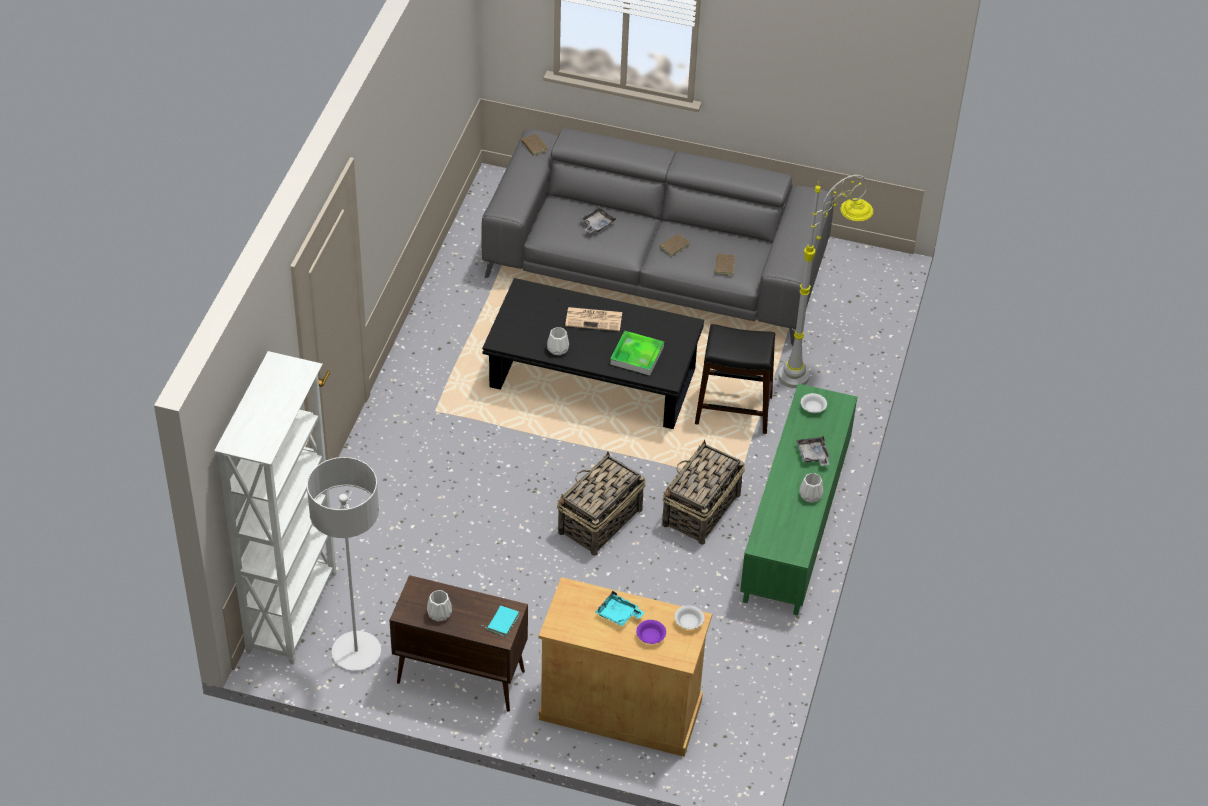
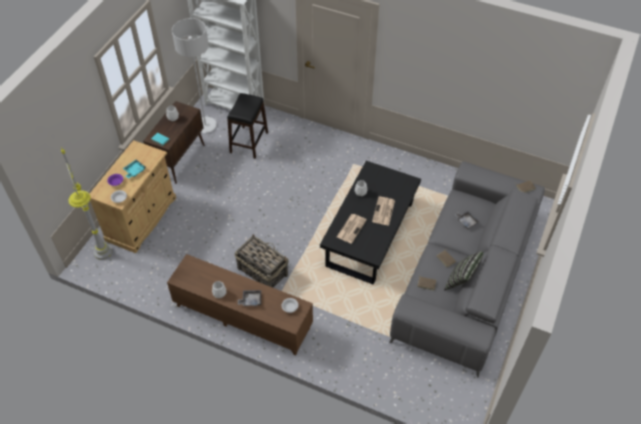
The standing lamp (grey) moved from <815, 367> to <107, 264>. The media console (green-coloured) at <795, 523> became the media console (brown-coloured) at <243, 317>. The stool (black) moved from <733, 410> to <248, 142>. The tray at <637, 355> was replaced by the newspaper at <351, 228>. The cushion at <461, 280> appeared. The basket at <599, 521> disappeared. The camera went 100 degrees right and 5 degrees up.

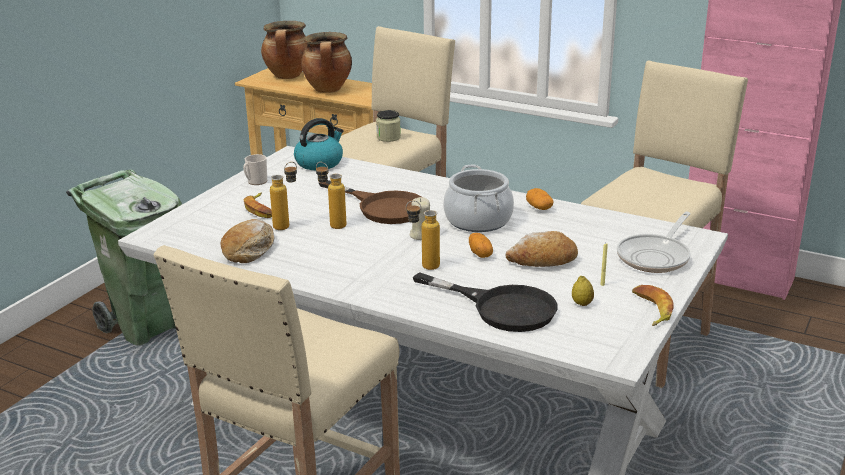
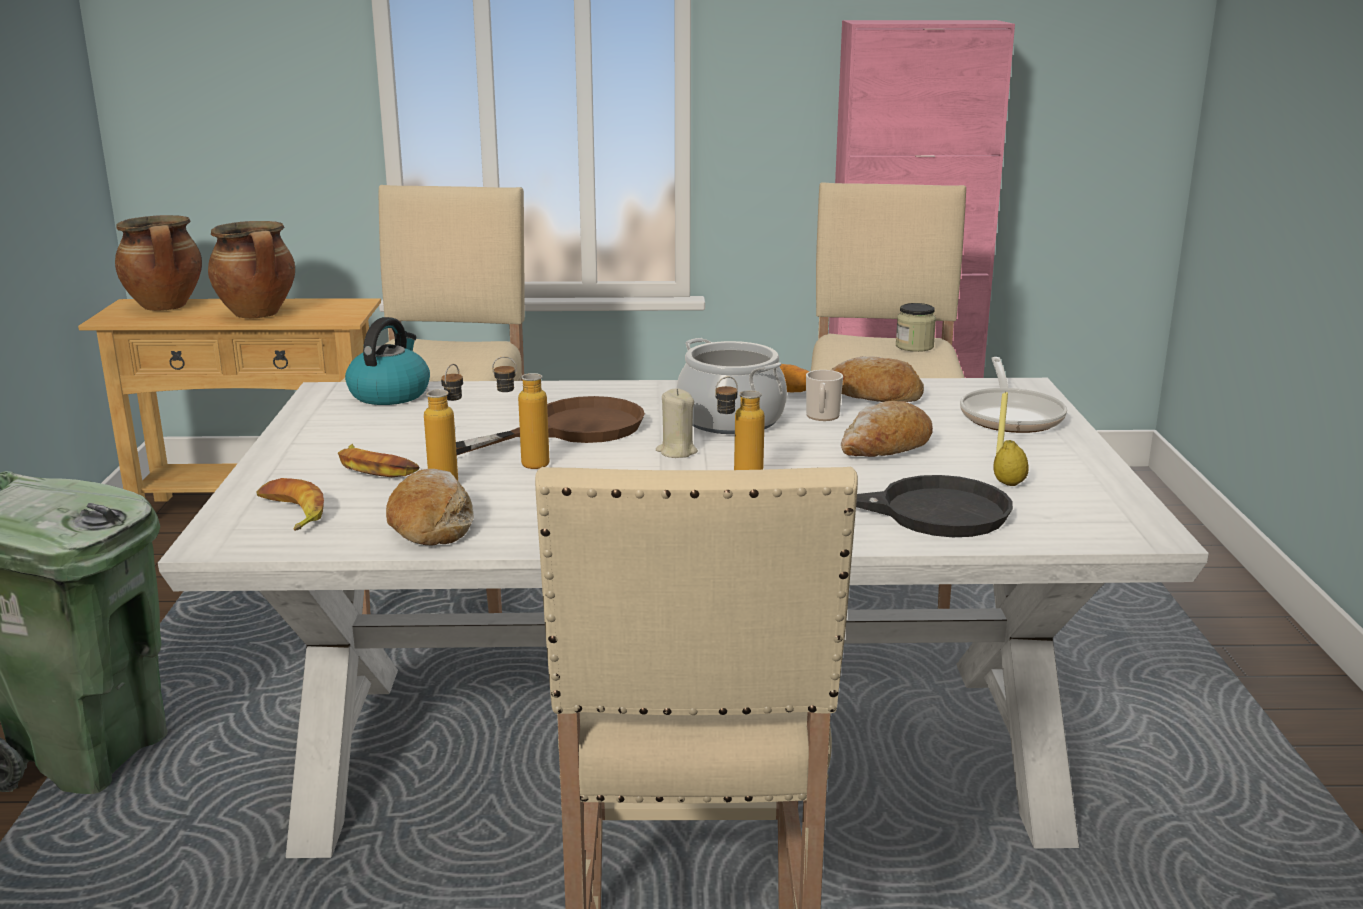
The banana fruit moved from <650, 309> to <290, 513>. The pan (brown-coloured) at <383, 207> turned 45 degrees counterclockwise. The coffee mug moved from <255, 182> to <822, 417>. The baked bread at <874, 396> appeared. The jar moved from <388, 137> to <914, 346>. The spud at <480, 253> disappeared. The camera went 30 degrees left and 5 degrees down.

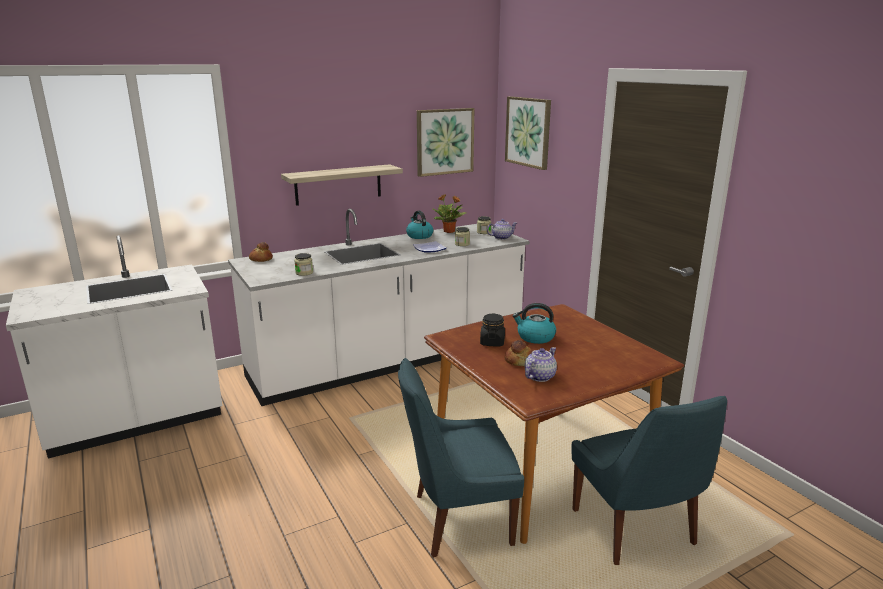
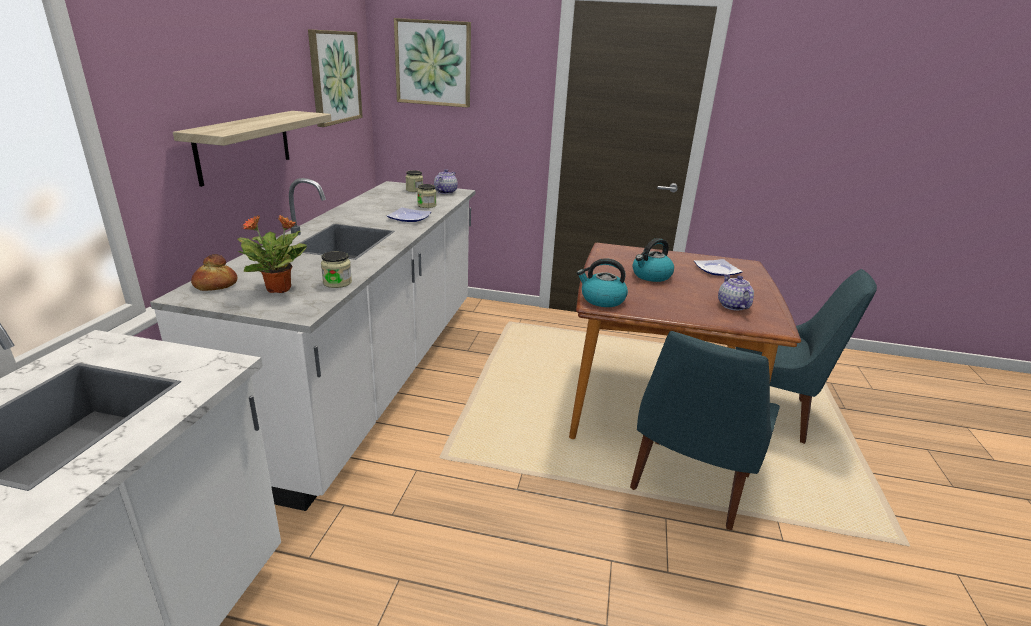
The houseplant moved from <449, 231> to <280, 289>. The water kettle moved from <419, 236> to <602, 299>. The dinner plate at <716, 270> appeared. The jar (black) at <492, 342> disappeared. The baked bread at <520, 361> disappeared. The camera went 50 degrees left and 5 degrees up.

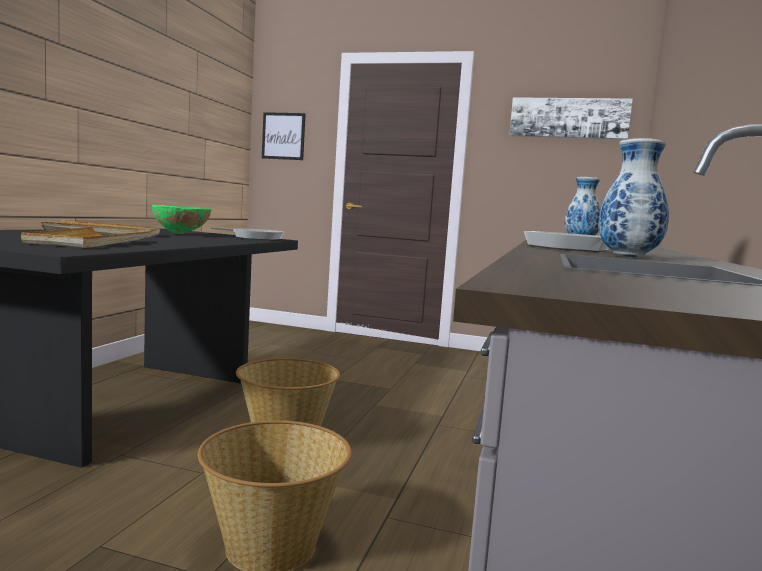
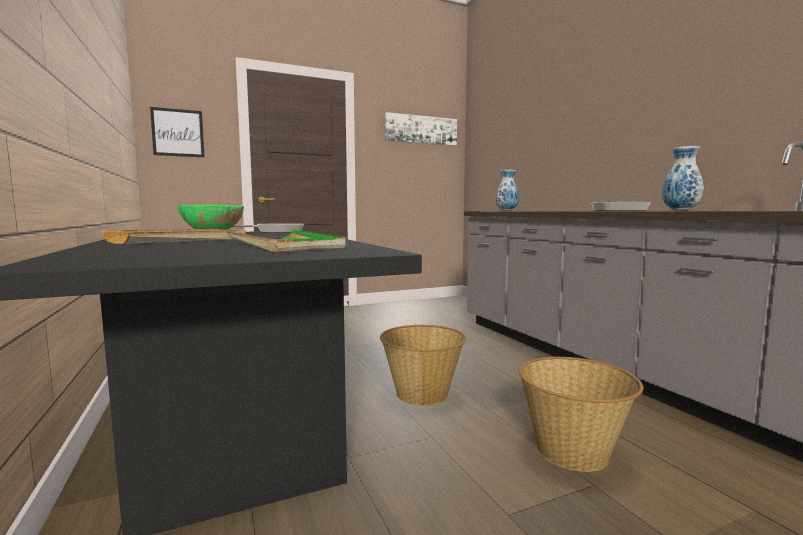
The tray (beige) at <90, 242> became the tray (green-coloured) at <284, 246>. The camera went 40 degrees left and 0 degrees up.

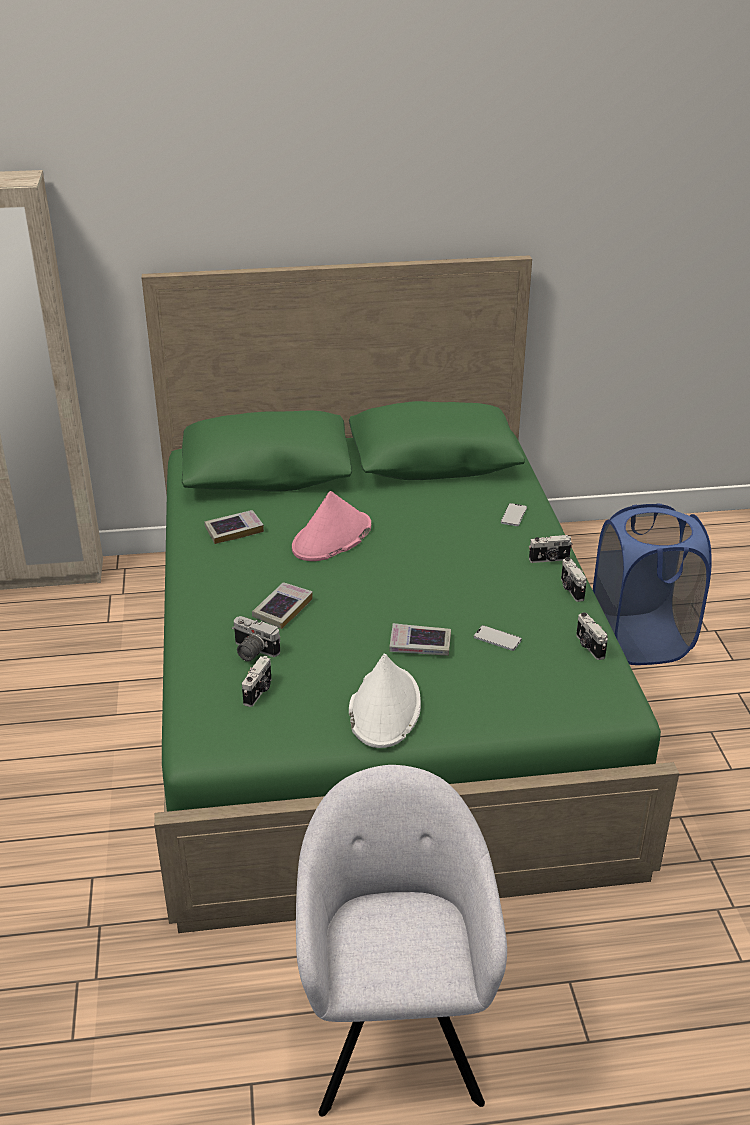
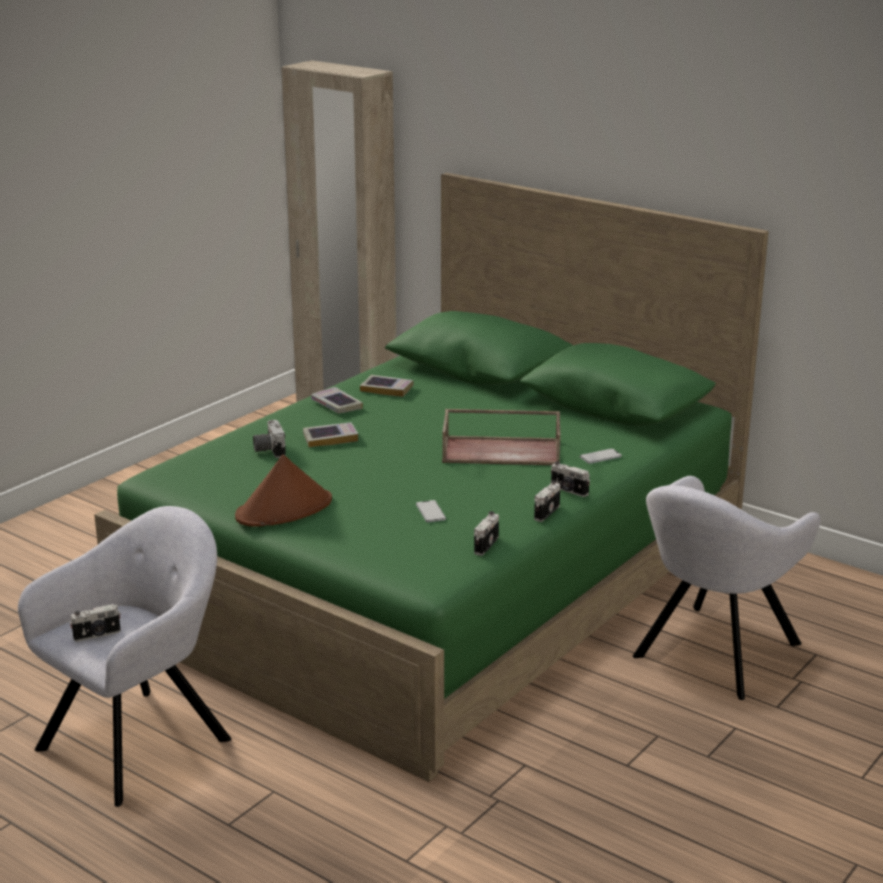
The photo camera moved from <259, 692> to <97, 635>. The wearable hat (whitish) at <384, 708> became the wearable hat (brown-coloured) at <284, 509>. The bound book moved from <420, 645> to <336, 405>. The tray (brown-coloured) at <502, 451> appeared. The laundry basket (bluish) at <640, 640> was replaced by the lounge chair (grey) at <713, 653>. The wearable hat (pink-coloured) at <331, 538> disappeared. The camera went 45 degrees right and 10 degrees down.

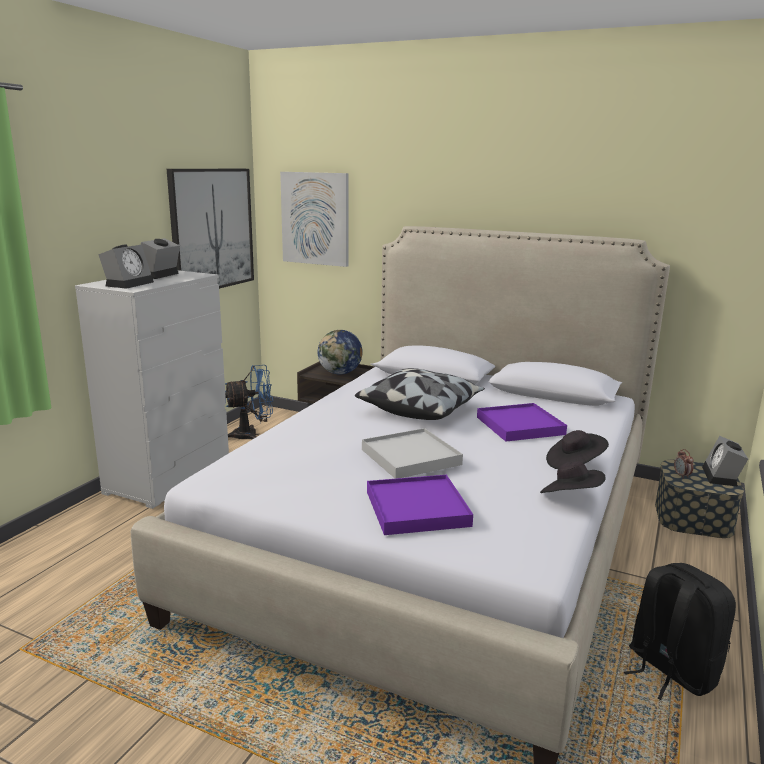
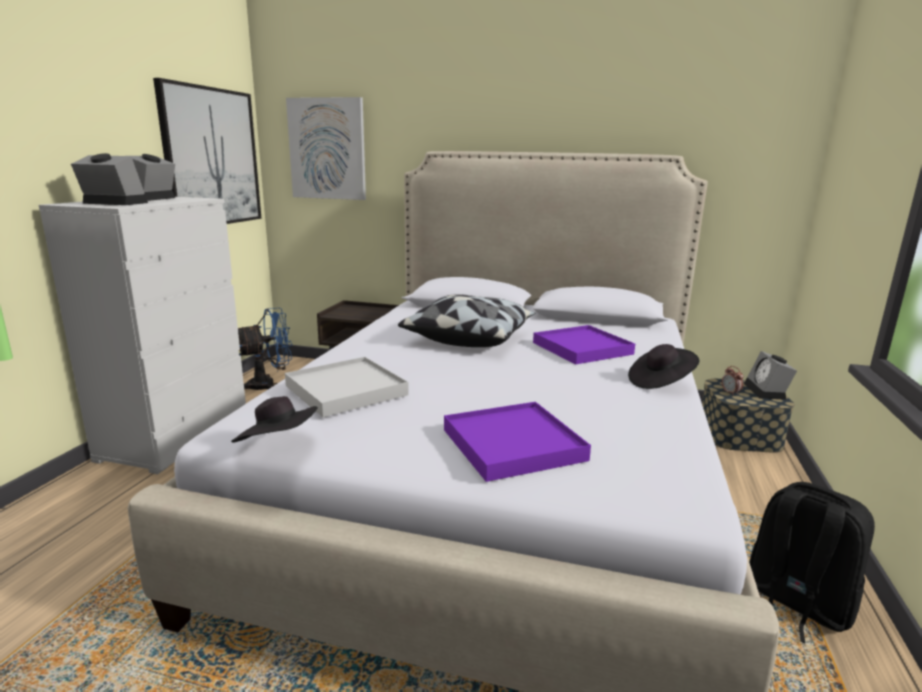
The table clock at <129, 283> turned 90 degrees counterclockwise. The wearable hat (black) moved from <570, 497> to <279, 445>. The tray (whitish) moved from <411, 457> to <346, 390>. The desk globe at <340, 373> disappeared. The camera went 10 degrees left and 0 degrees up.

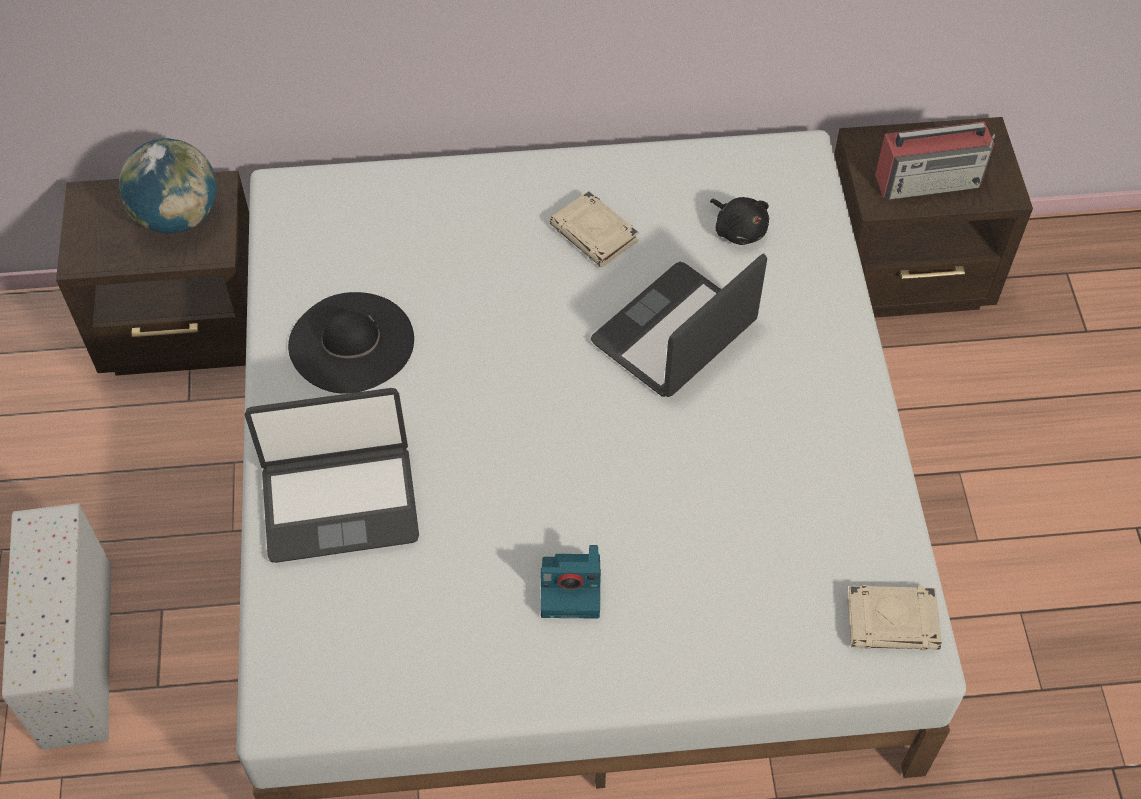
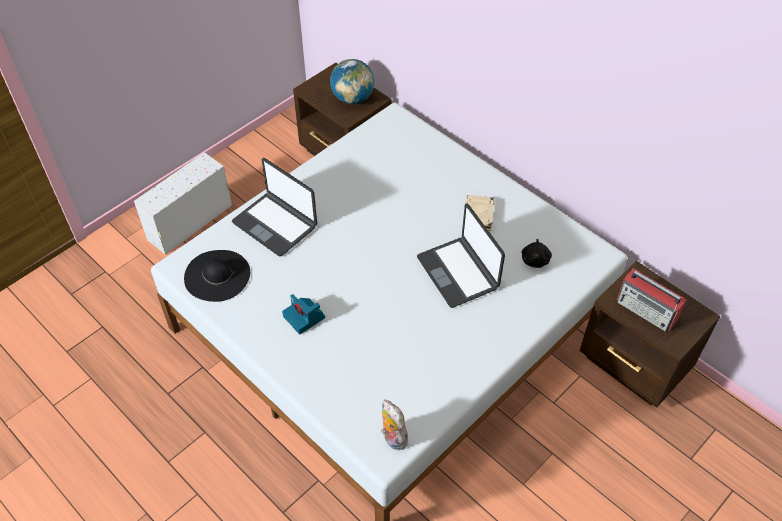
The wearable hat (black) moved from <351, 342> to <217, 275>. The bound book (beige) at <893, 621> was replaced by the plush toy at <392, 437>. The portable computer at <675, 333> turned 120 degrees counterclockwise. The camera went 50 degrees right and 5 degrees down.

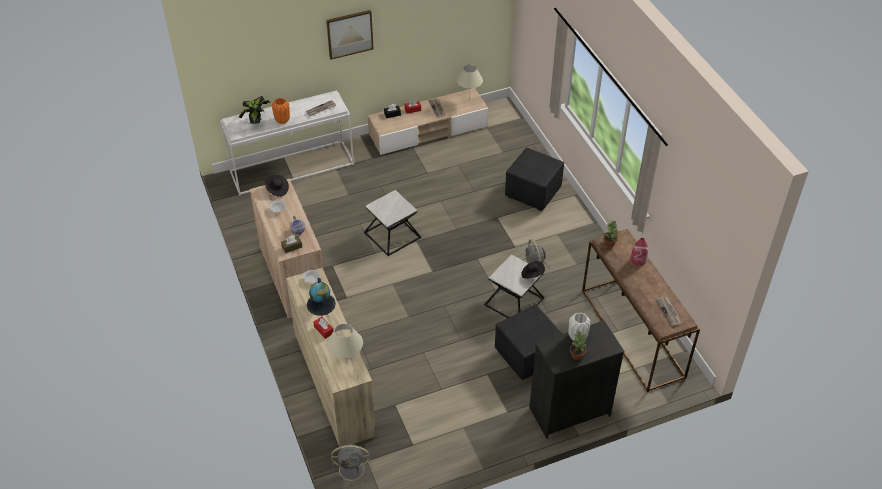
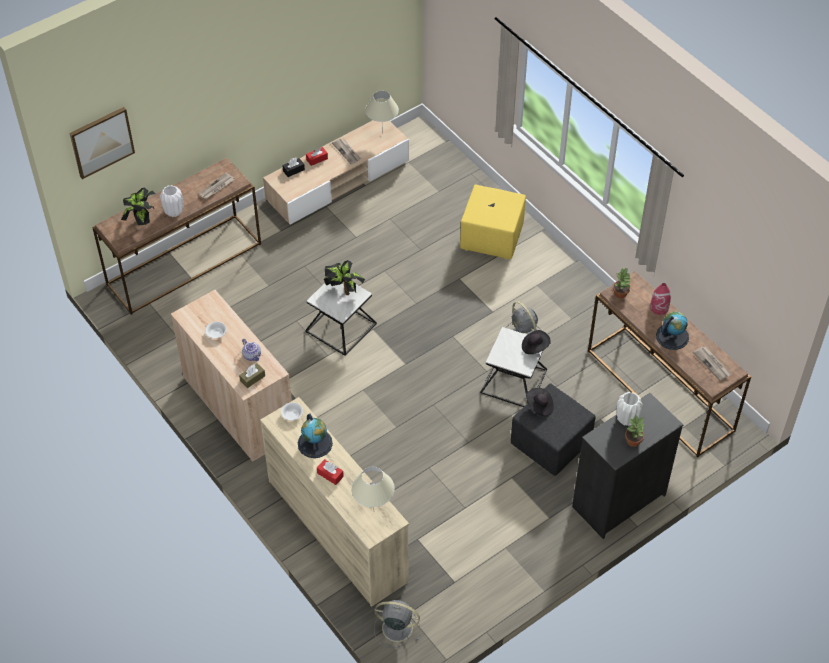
The wall picture moved from <349, 34> to <101, 142>. The narrow table (whitish) at <292, 167> became the narrow table (brown-coloured) at <185, 263>. The vase (orangey) at <282, 120> became the vase (whitish) at <174, 212>. The houseplant at <344, 290> appeared. The electric fan (grey) at <353, 469> turned 150 degrees counterclockwise. The ottoman (black) at <533, 193> became the ottoman (yellow-coloured) at <492, 238>. The wearable hat (black) moved from <277, 190> to <539, 406>. The desk globe at <672, 336> appeared. The camera went 15 degrees left and 5 degrees up.

